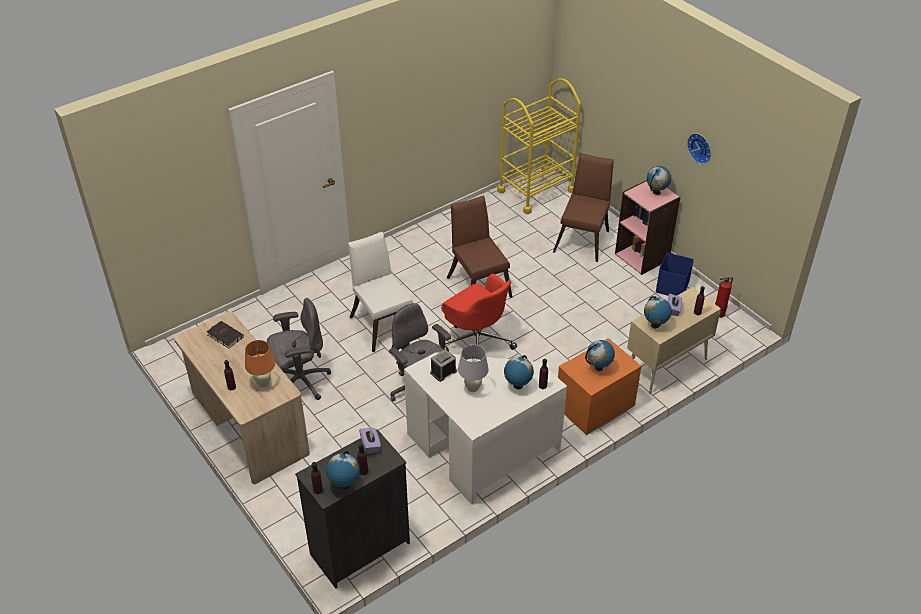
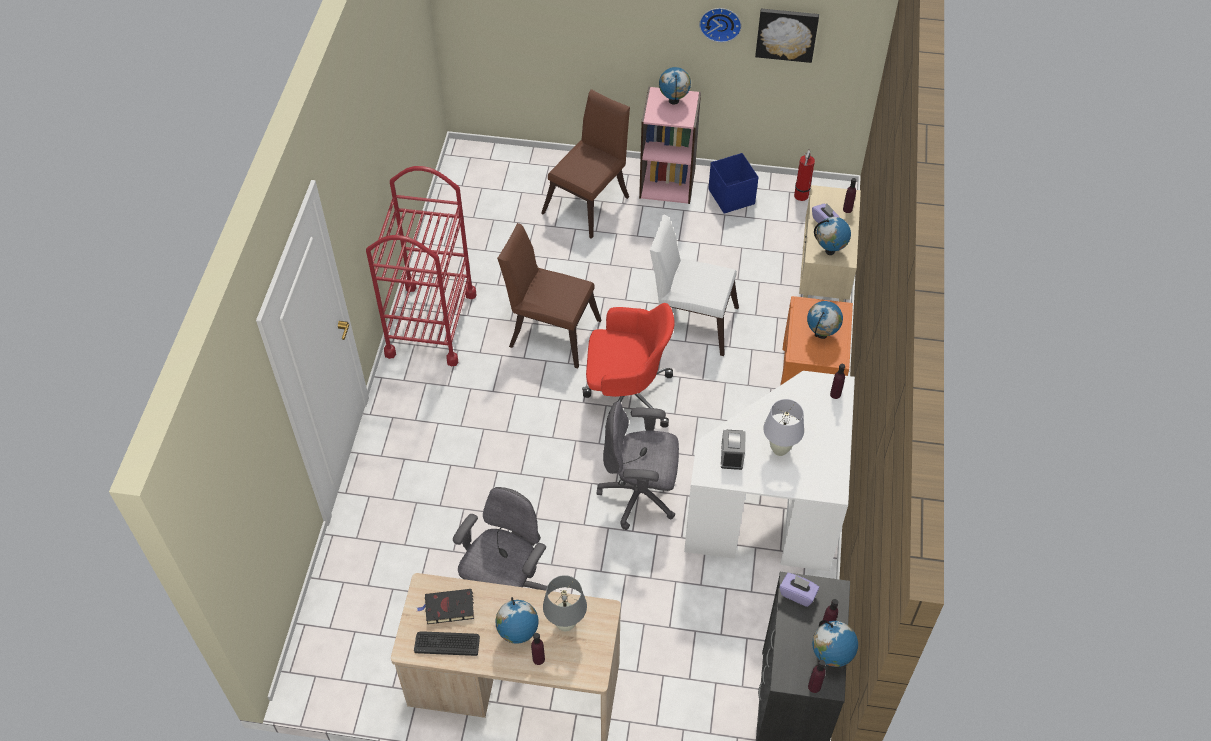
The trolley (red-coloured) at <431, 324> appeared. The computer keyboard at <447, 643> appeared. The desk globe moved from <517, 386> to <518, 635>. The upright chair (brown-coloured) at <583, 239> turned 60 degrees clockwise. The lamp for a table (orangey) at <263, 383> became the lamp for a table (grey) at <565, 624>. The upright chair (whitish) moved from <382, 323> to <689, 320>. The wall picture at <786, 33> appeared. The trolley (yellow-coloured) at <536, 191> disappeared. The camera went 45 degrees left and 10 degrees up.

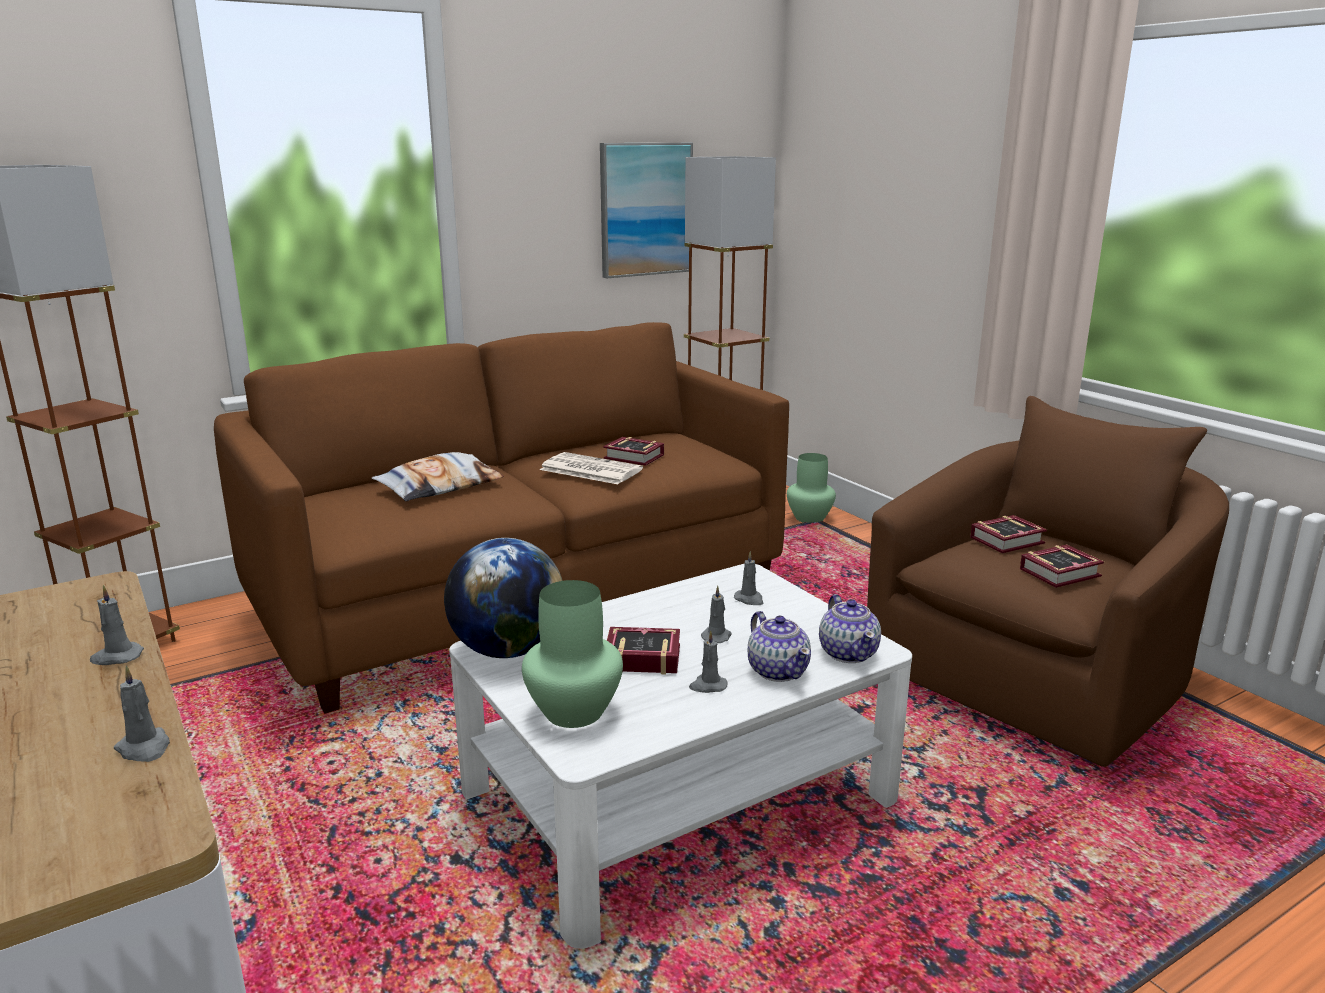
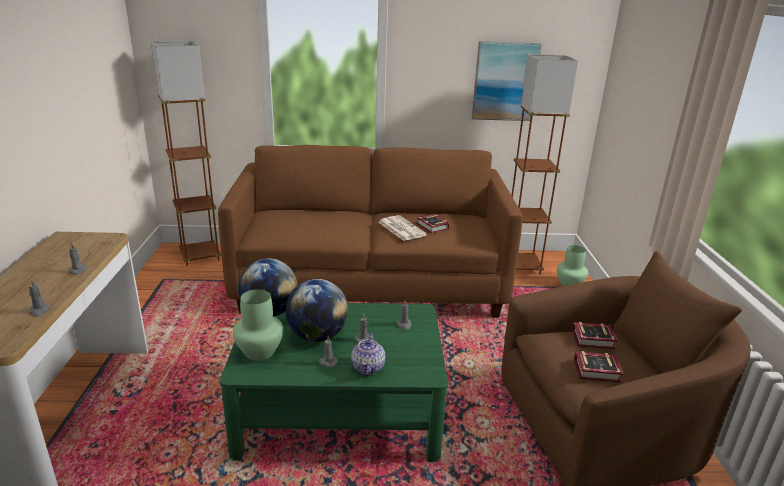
The coffee table (whitish) at <678, 794> became the coffee table (green-coloured) at <339, 410>. The bound book at <639, 657> was replaced by the desk globe at <317, 336>. The cushion at <440, 486> disappeared. The pot for tea at <848, 653> disappeared. The camera went 30 degrees right and 5 degrees up.

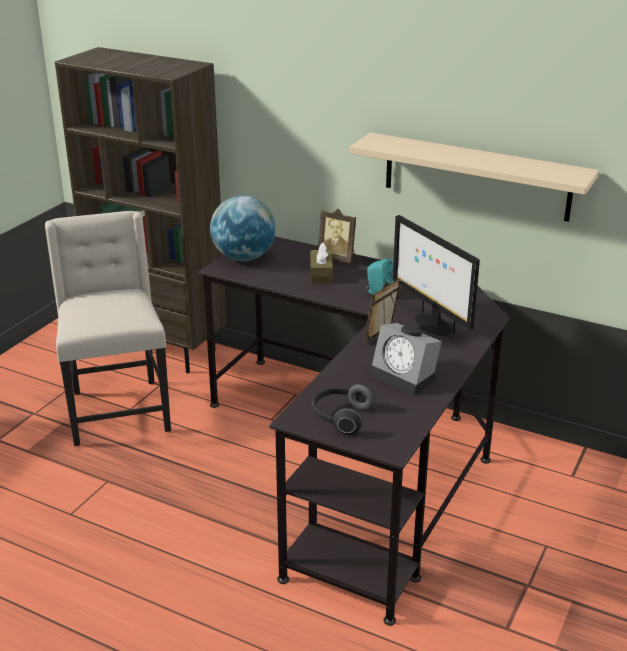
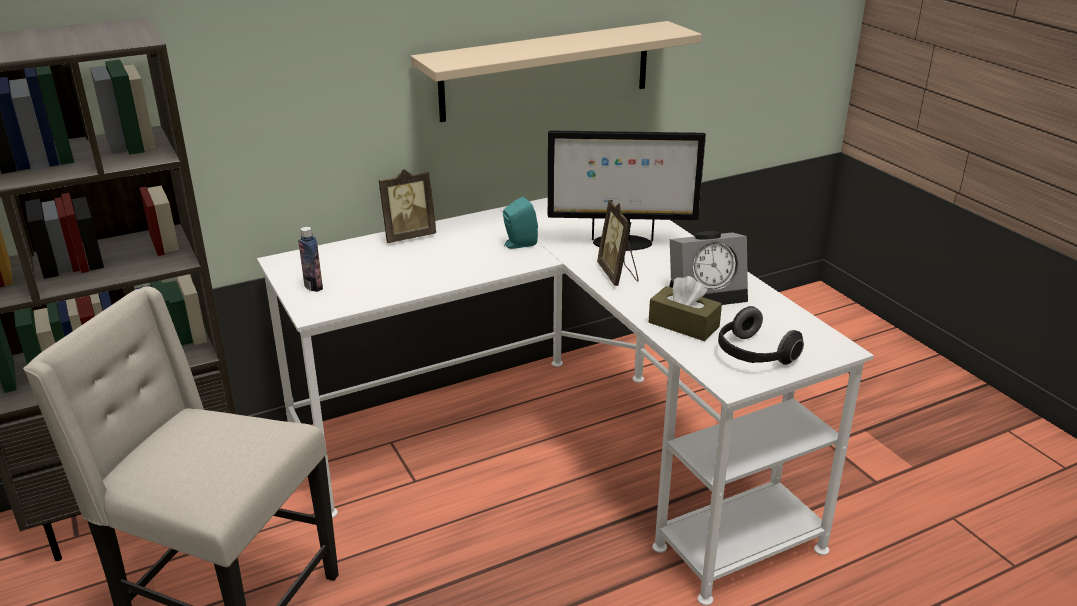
The desk table (black) at <359, 459> became the desk table (whitish) at <557, 452>. The desk globe at <244, 257> was replaced by the beverage bottle at <313, 286>. The tissue holder (brown-coloured) moved from <321, 274> to <683, 325>. The camera went 55 degrees left and 0 degrees up.

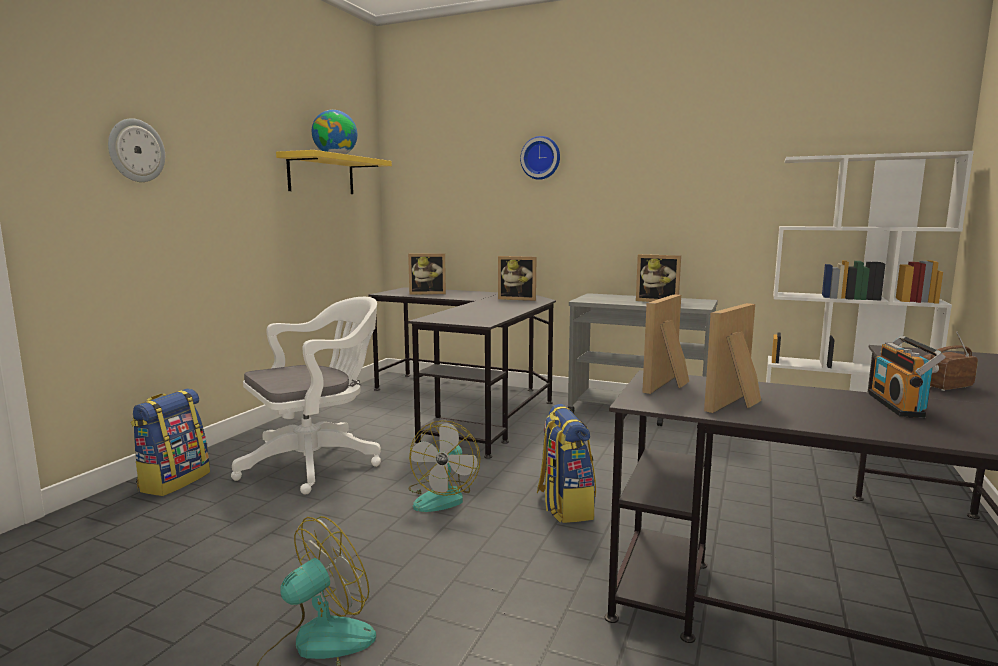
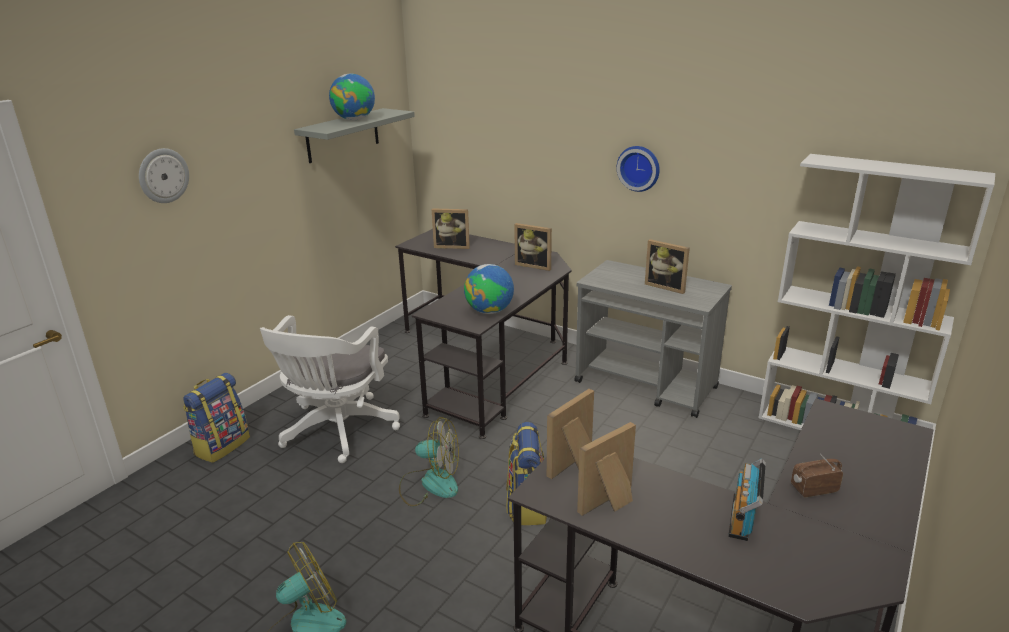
The computer chair (whitish) at <317, 462> turned 135 degrees clockwise. The wall shelf (yellow-coloured) at <321, 175> became the wall shelf (grey) at <343, 135>. The electric fan at <443, 496> turned 105 degrees counterclockwise. The desk globe at <489, 311> appeared. The hanging clock moved from <541, 158> to <639, 168>. The camera went 10 degrees right and 15 degrees up.

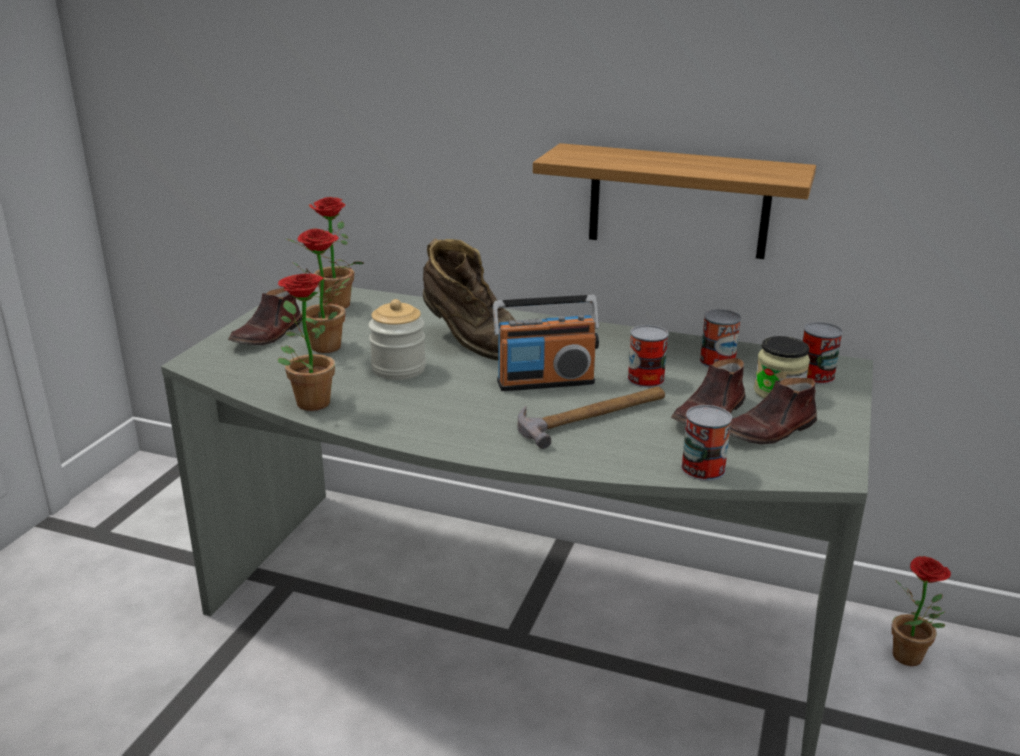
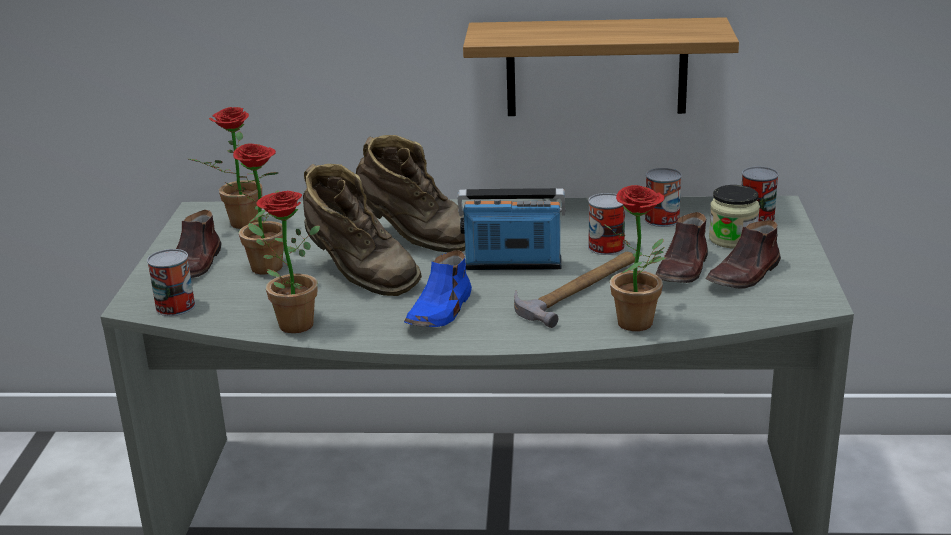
The can moved from <703, 469> to <175, 306>. The jar at <398, 369> was replaced by the boot (brown-coloured) at <359, 277>. The item of footwear (bluish) at <440, 311> appeared. The radio receiver at <545, 382> turned 150 degrees counterclockwise. The houseplant moved from <911, 660> to <640, 326>. The camera went 15 degrees left and 0 degrees up.

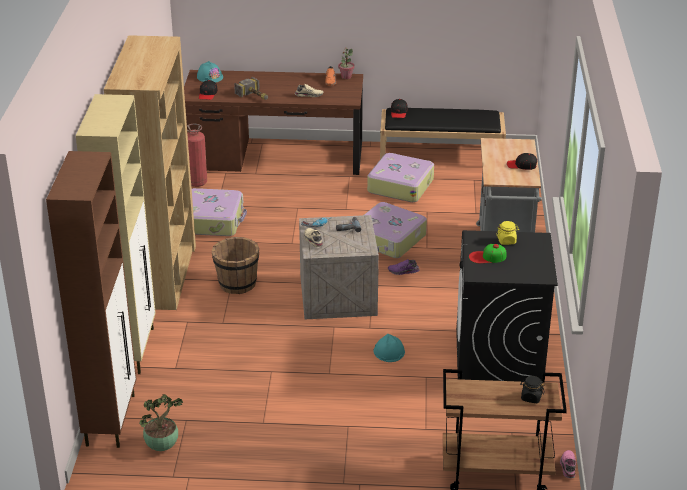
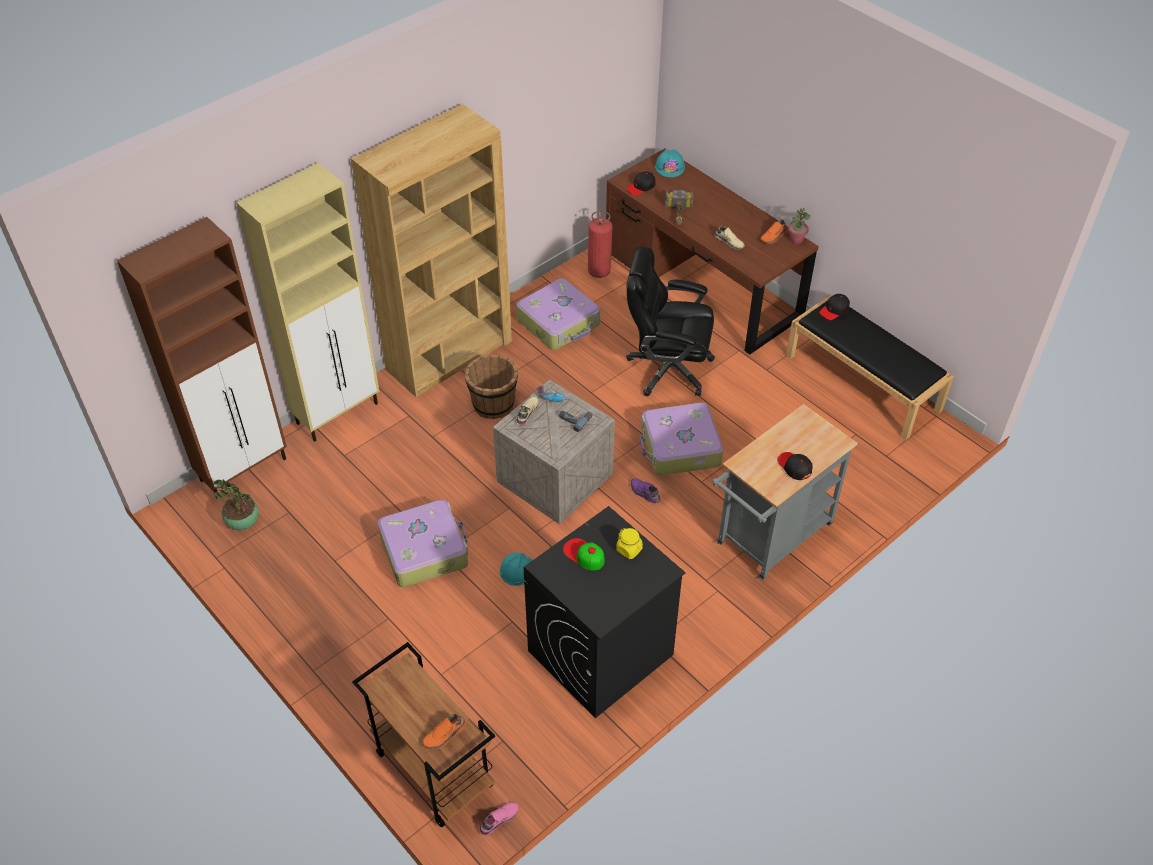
The travel case moved from <400, 185> to <425, 550>. The jar (black) at <531, 397> was replaced by the item of footwear (orangey) at <445, 735>. The computer chair (black) at <667, 368> appeared. The camera went 45 degrees right and 15 degrees up.

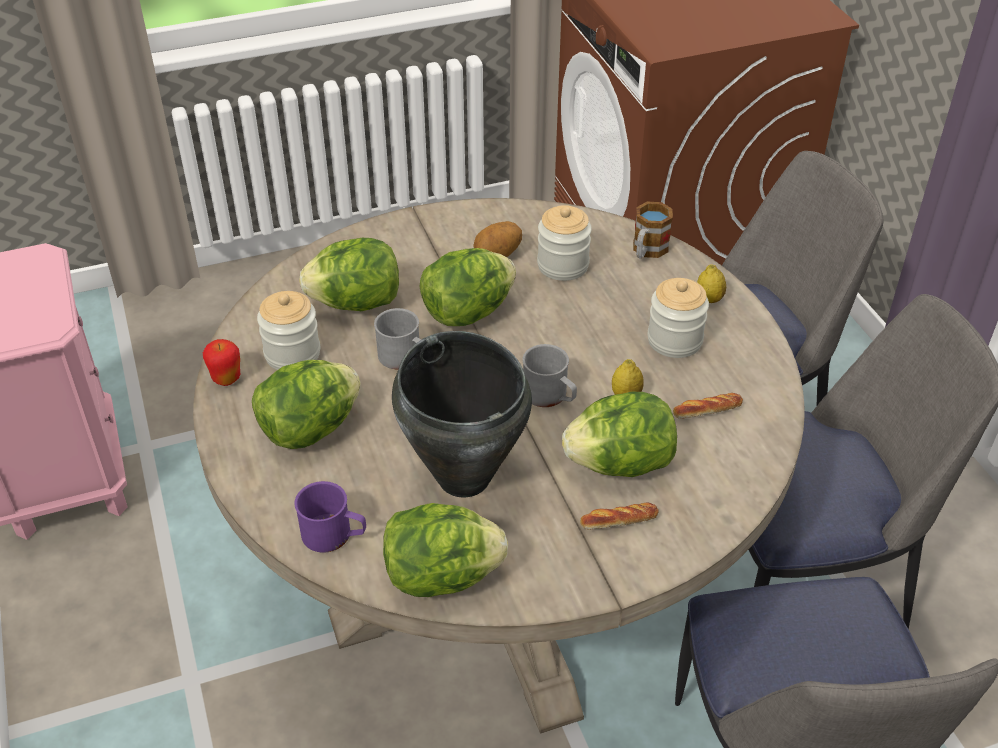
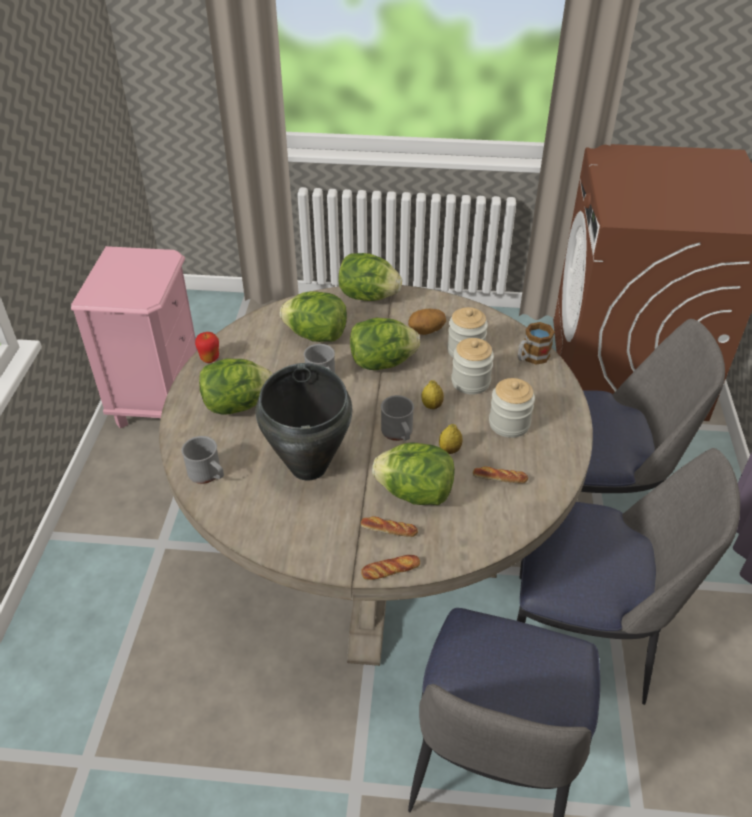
The coffee mug (purple) at <334, 535> became the coffee mug (grey) at <208, 474>. The lettuce moved from <441, 576> to <368, 296>. The baked bread at <390, 570> appeared. The citrus fruit moved from <709, 299> to <432, 406>. The jar moved from <292, 354> to <470, 382>. The camera went 25 degrees right and 0 degrees up.

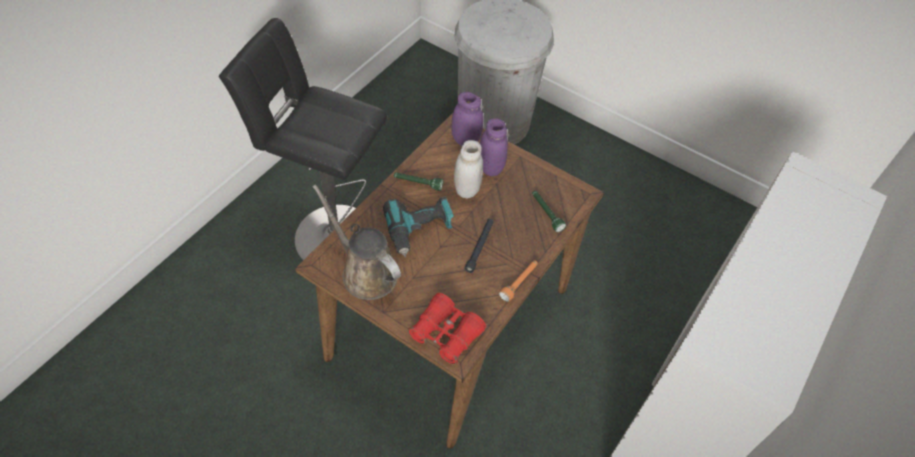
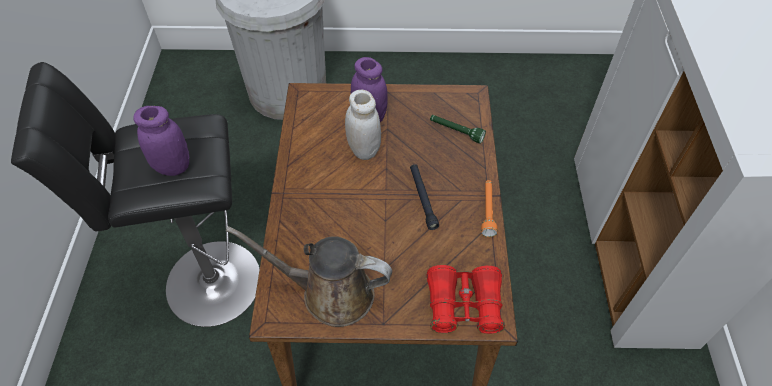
The jar (purple) moved from <465, 140> to <173, 167>. The power drill at <419, 230> disappeared. The hand torch (green-coloured) at <418, 183> disappeared. The camera went 30 degrees left and 0 degrees up.

